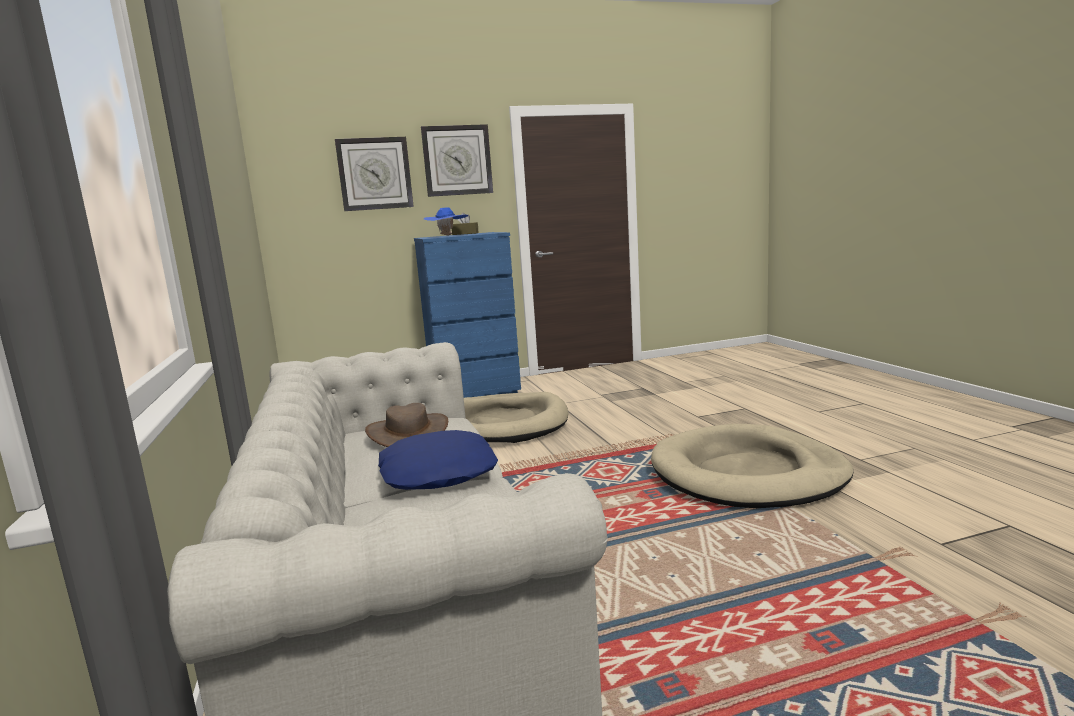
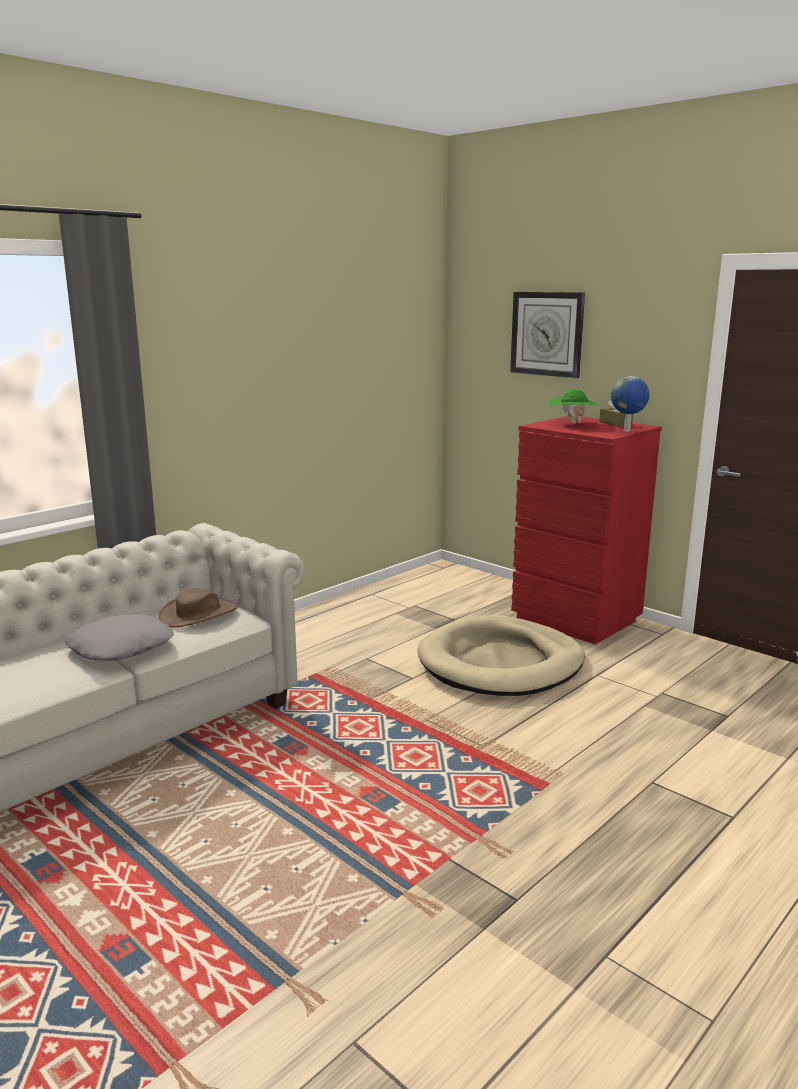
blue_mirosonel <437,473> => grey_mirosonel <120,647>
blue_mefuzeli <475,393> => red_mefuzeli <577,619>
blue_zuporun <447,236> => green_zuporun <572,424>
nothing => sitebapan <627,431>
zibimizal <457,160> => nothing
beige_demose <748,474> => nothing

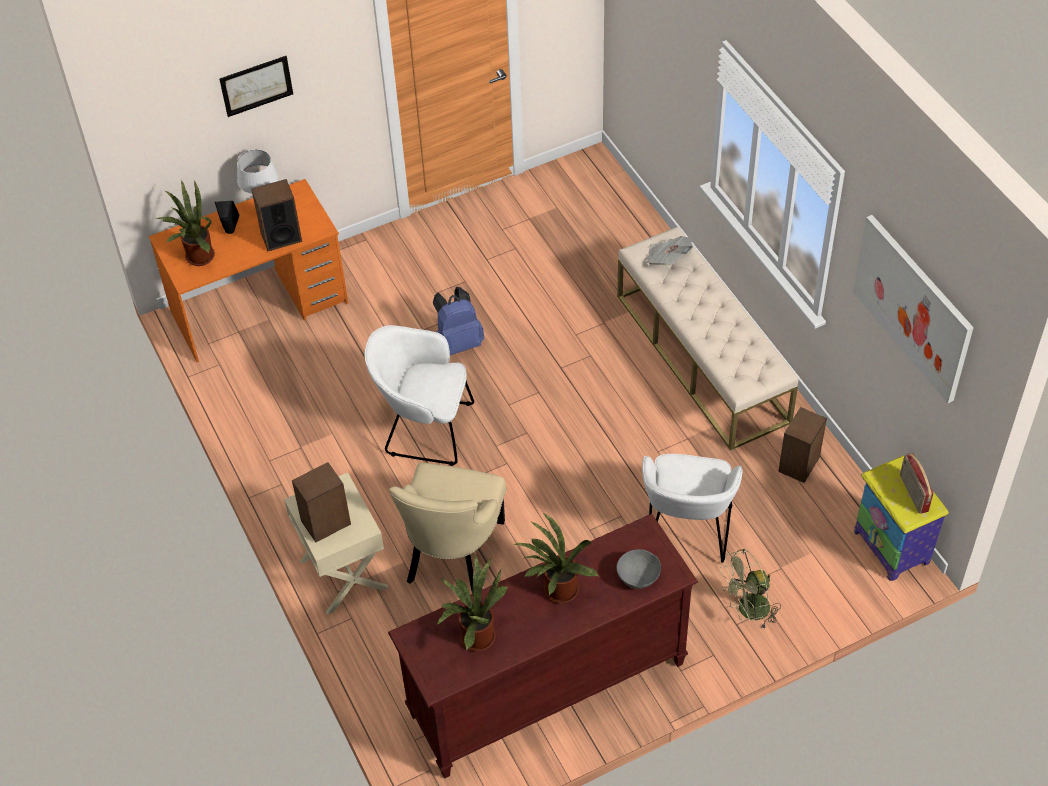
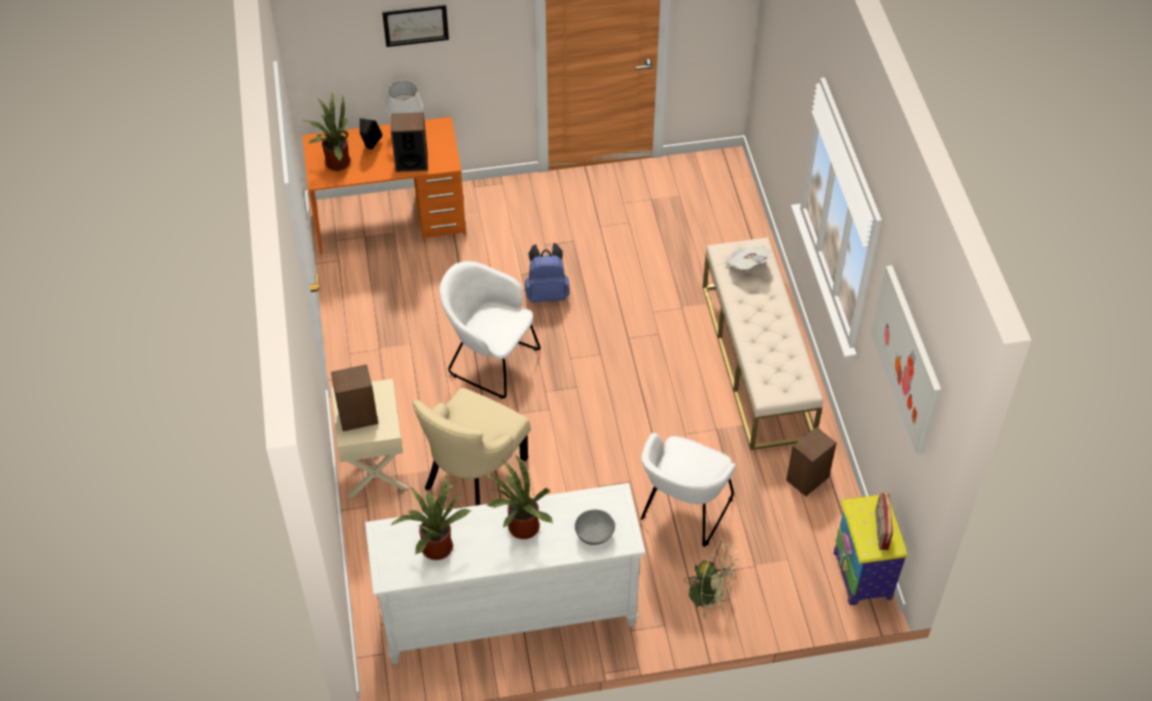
red_mefuzeli <546,688> => white_mefuzeli <508,613>
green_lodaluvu <748,611> => green_lodaluvu <710,595>, 150 degrees counterclockwise

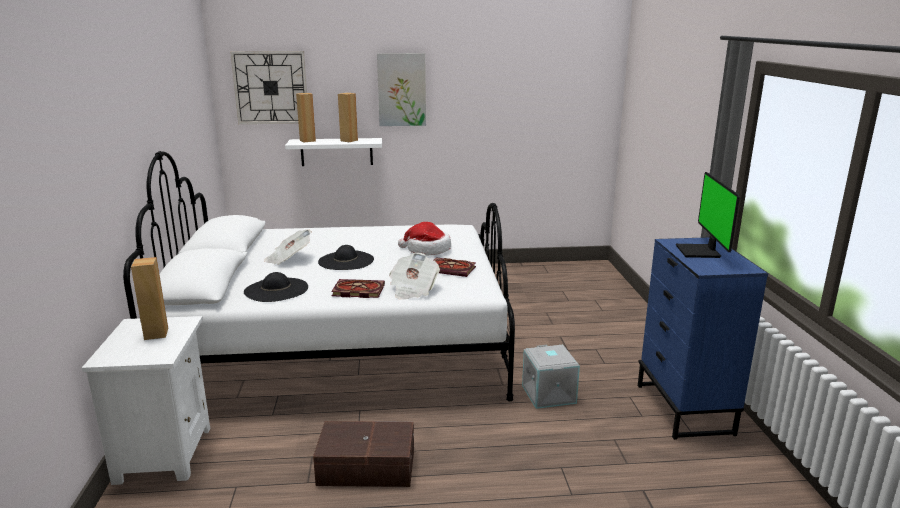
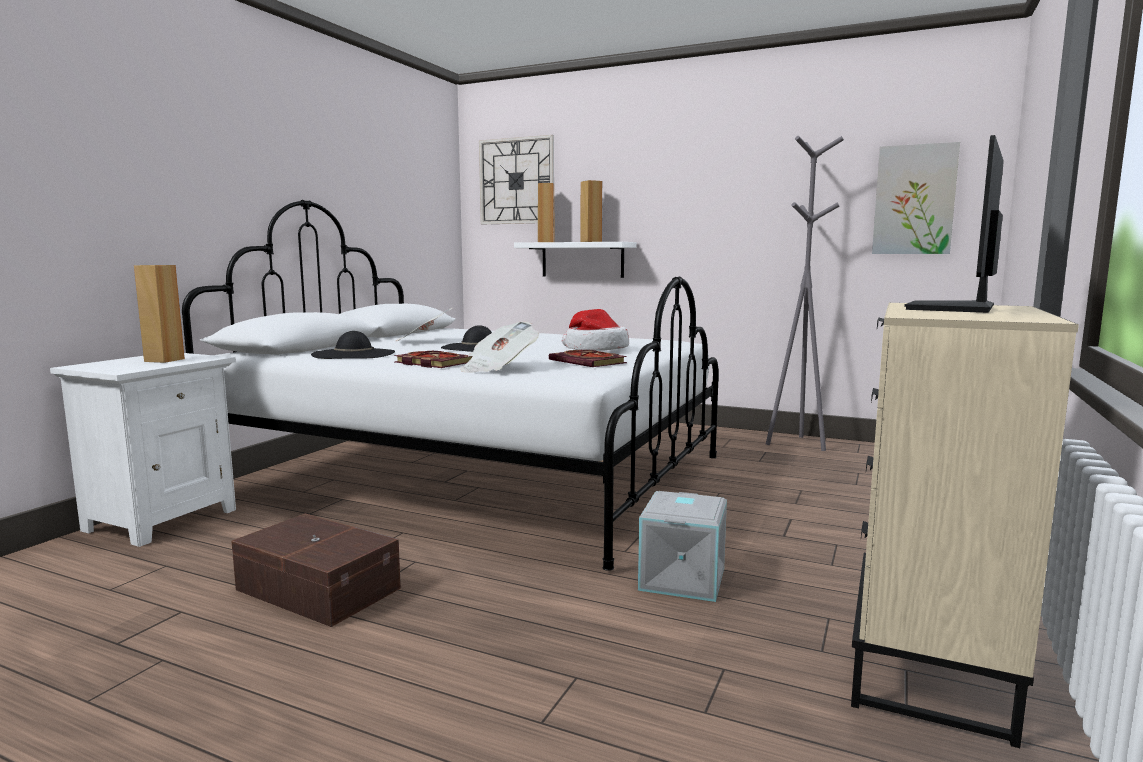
nothing => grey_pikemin <797,444>
blue_mefuzeli <684,409> => beige_mefuzeli <928,667>
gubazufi <401,89> => gubazufi <914,200>, relocated

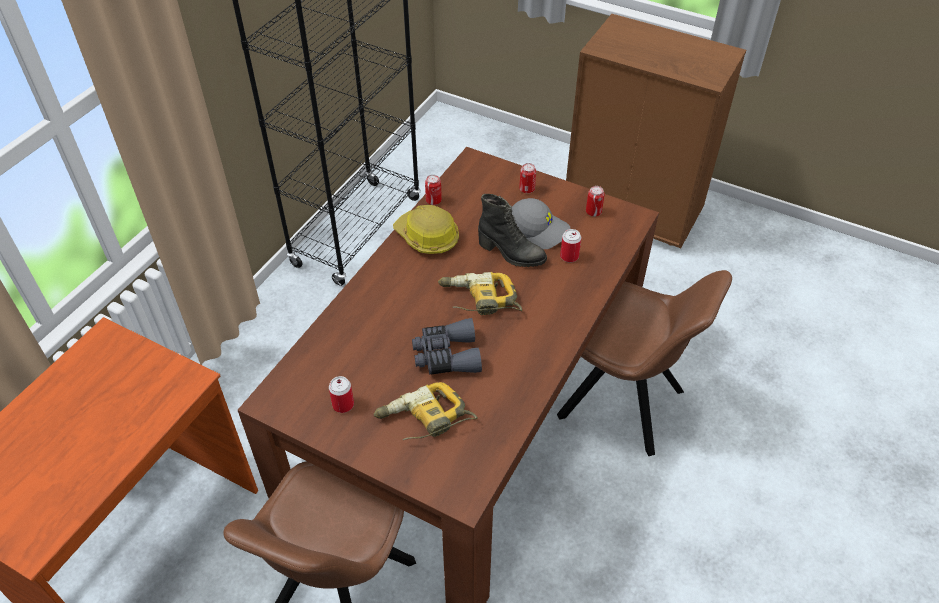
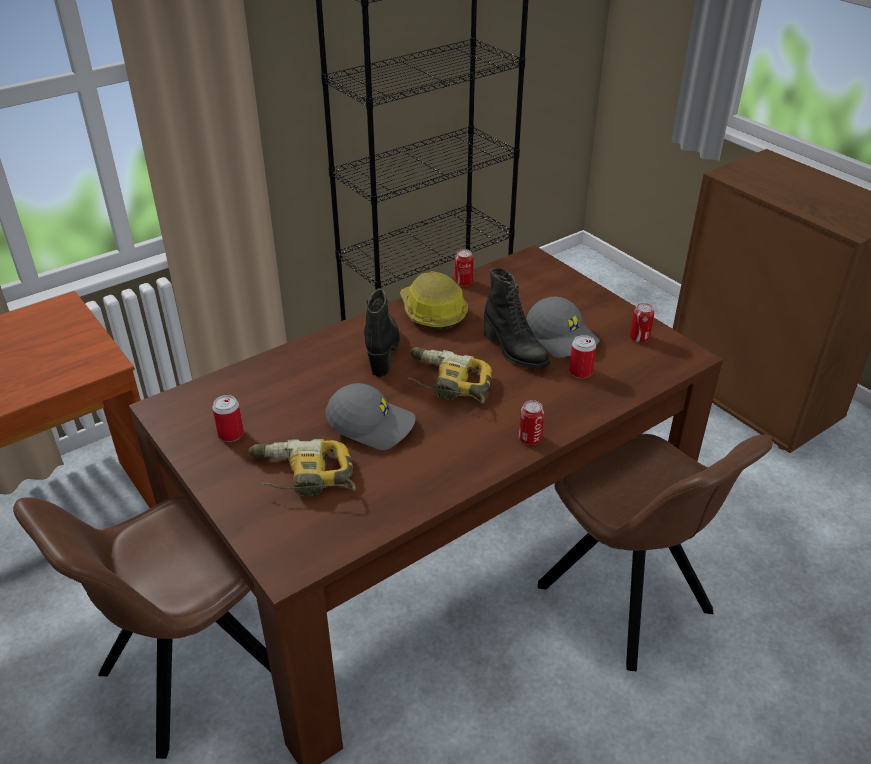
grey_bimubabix <446,355> => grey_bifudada <372,424>
nothing => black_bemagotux <383,350>
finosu <527,189> => finosu <530,438>, relocated

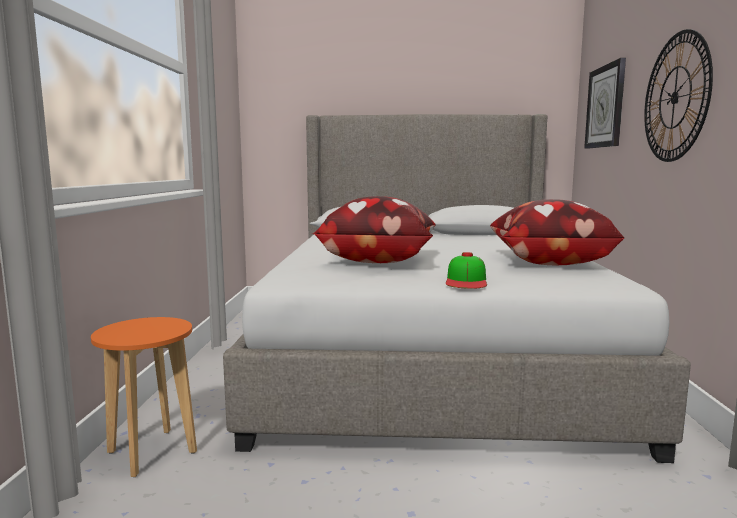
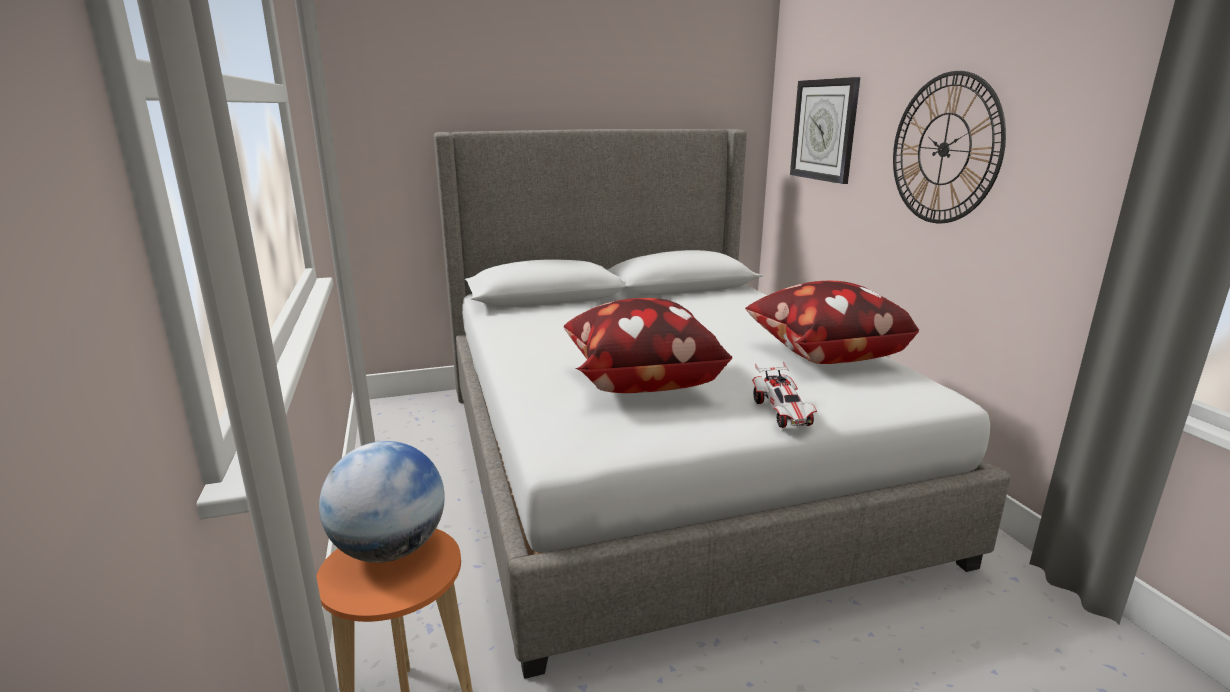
nothing => sitebapan <390,549>
bifudada <466,280> => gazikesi <782,413>

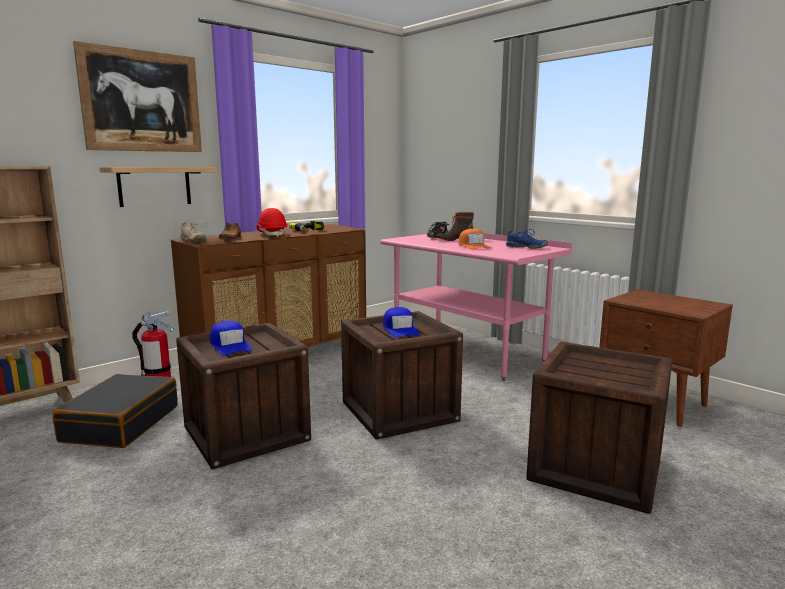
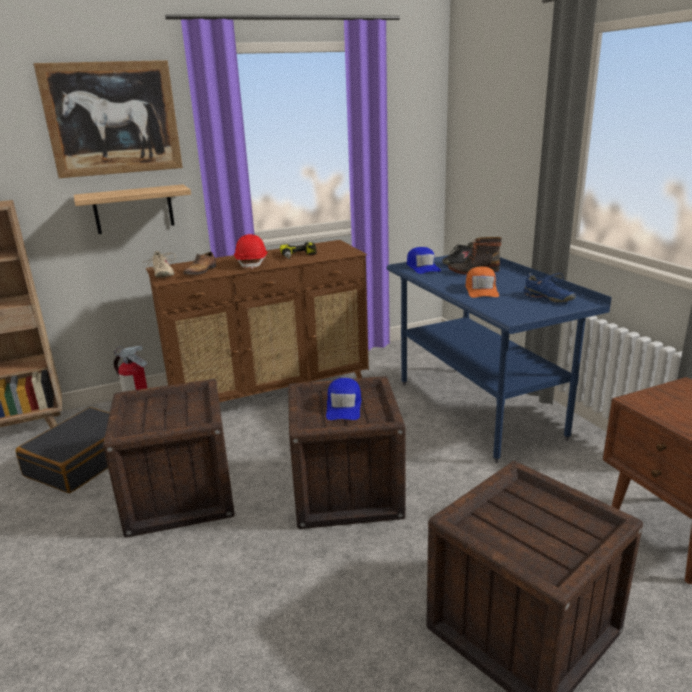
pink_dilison <467,353> => blue_dilison <478,409>
blue_bifudada <230,346> => blue_bifudada <422,267>, relocated

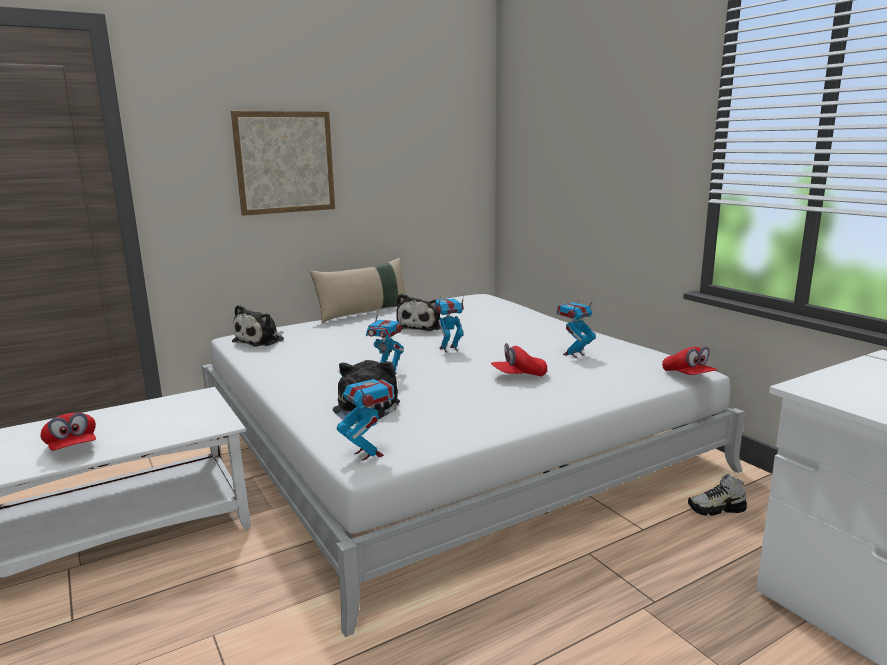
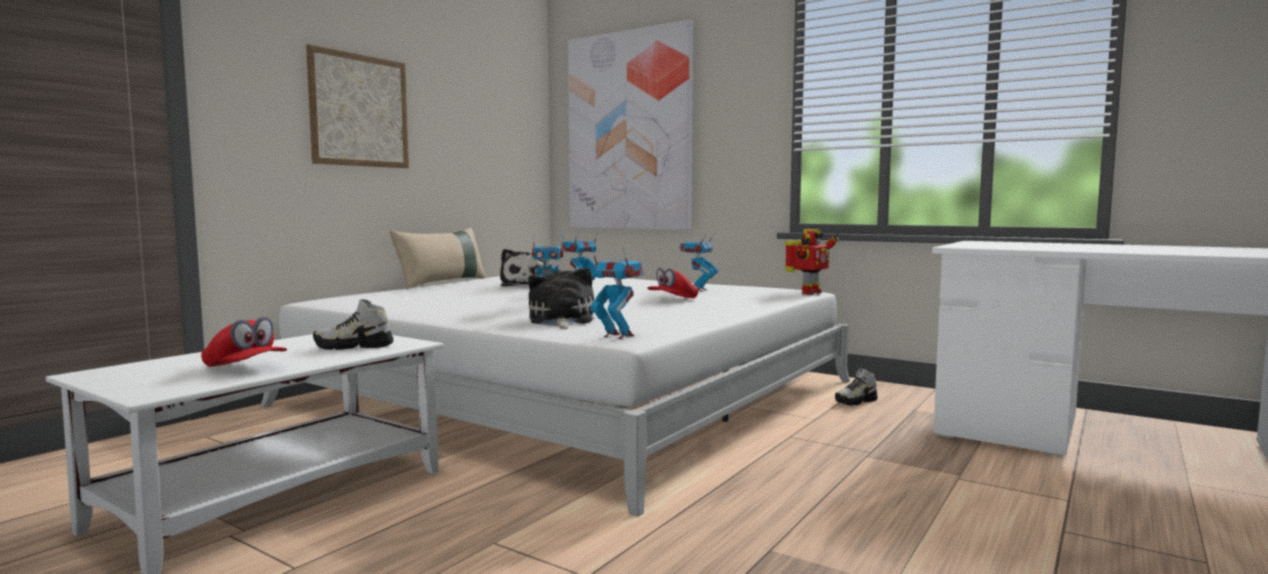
nothing => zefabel <354,346>
nothing => gubazufi <629,131>
red_bifudada <688,376> => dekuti <809,293>
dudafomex <261,340> => nothing

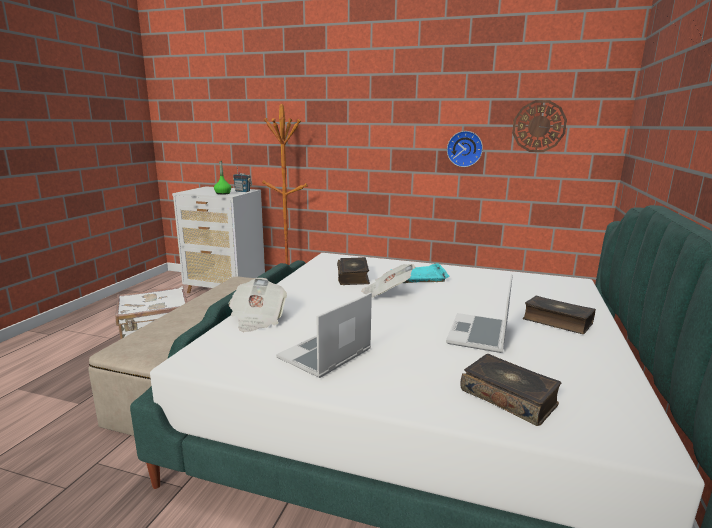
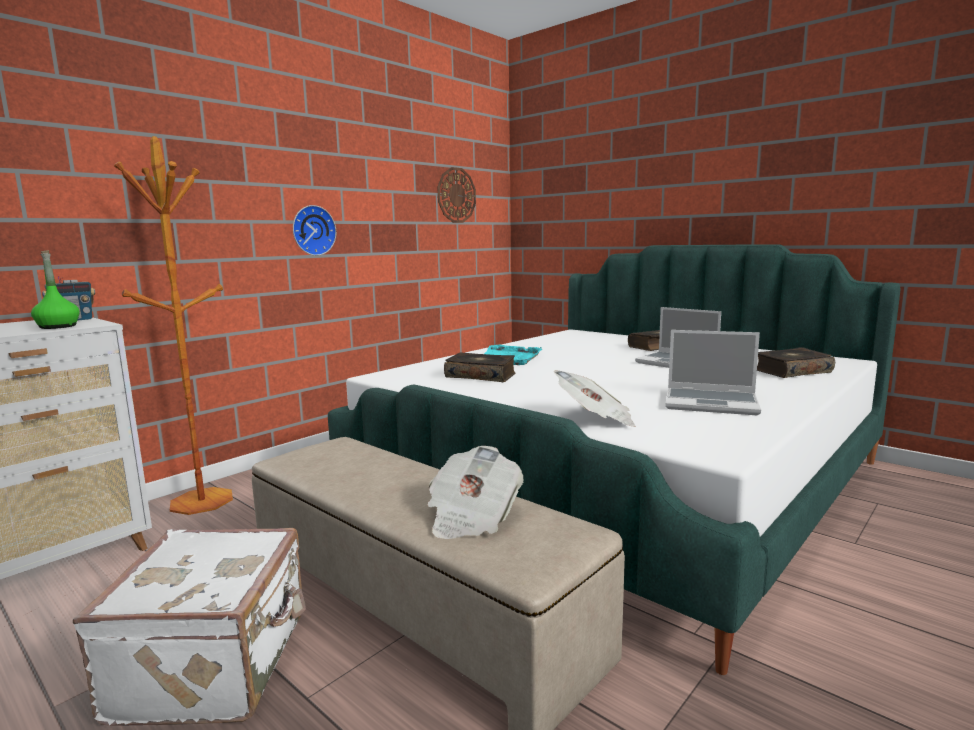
zibimizal <464,149> => zibimizal <312,230>, relocated
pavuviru <386,293> => pavuviru <472,517>, relocated
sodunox <325,355> => sodunox <712,403>, 45 degrees counterclockwise

